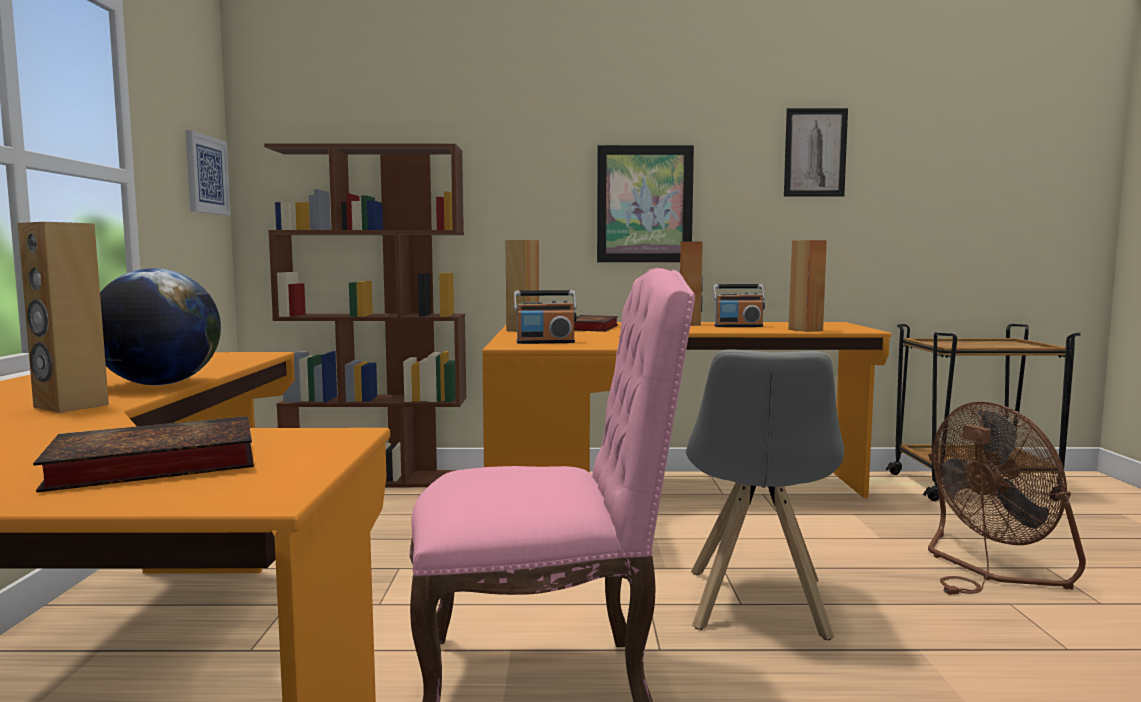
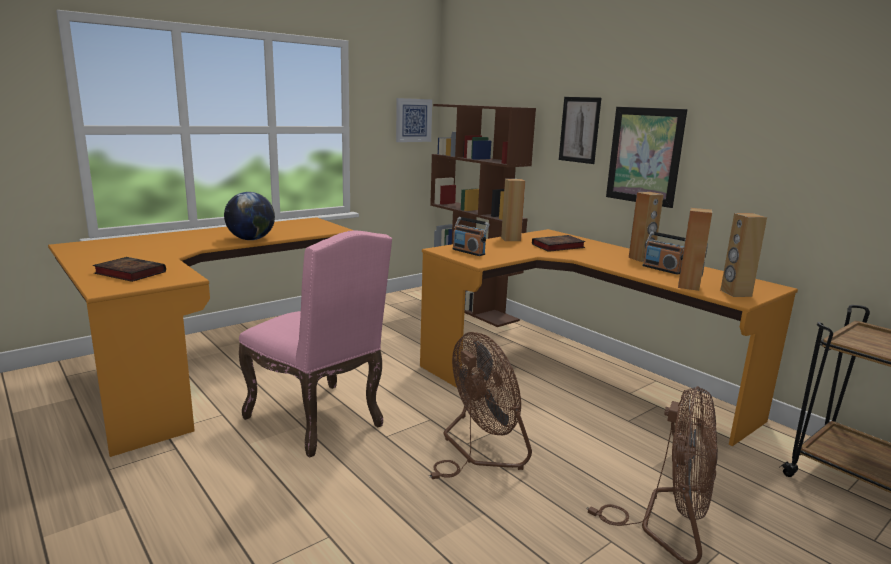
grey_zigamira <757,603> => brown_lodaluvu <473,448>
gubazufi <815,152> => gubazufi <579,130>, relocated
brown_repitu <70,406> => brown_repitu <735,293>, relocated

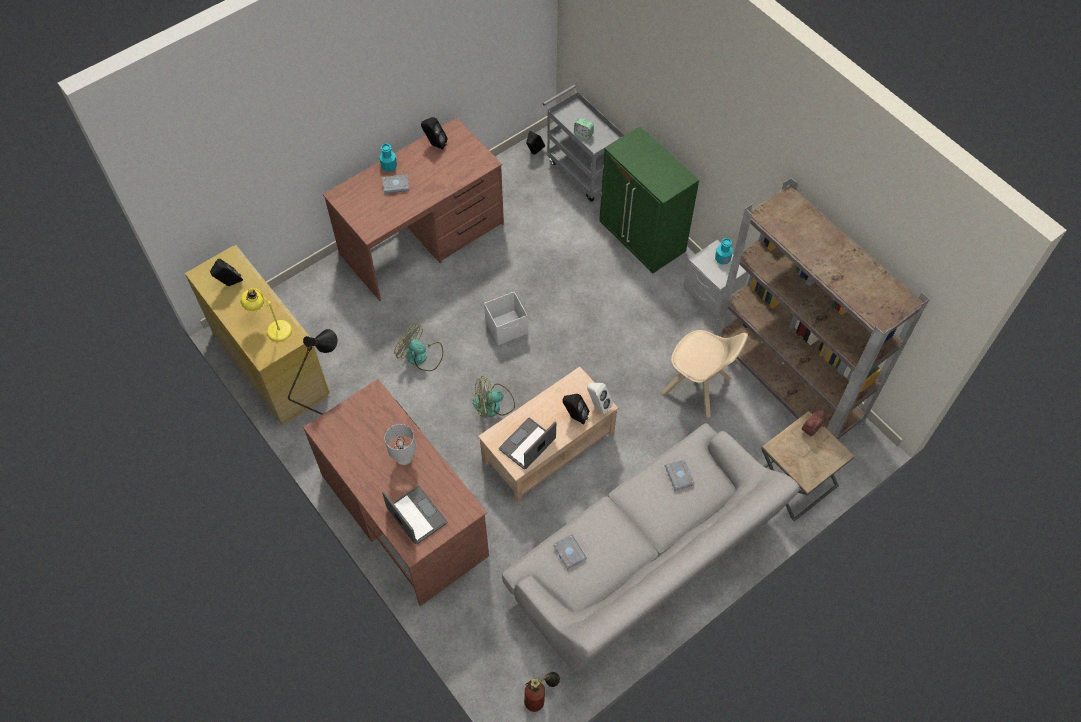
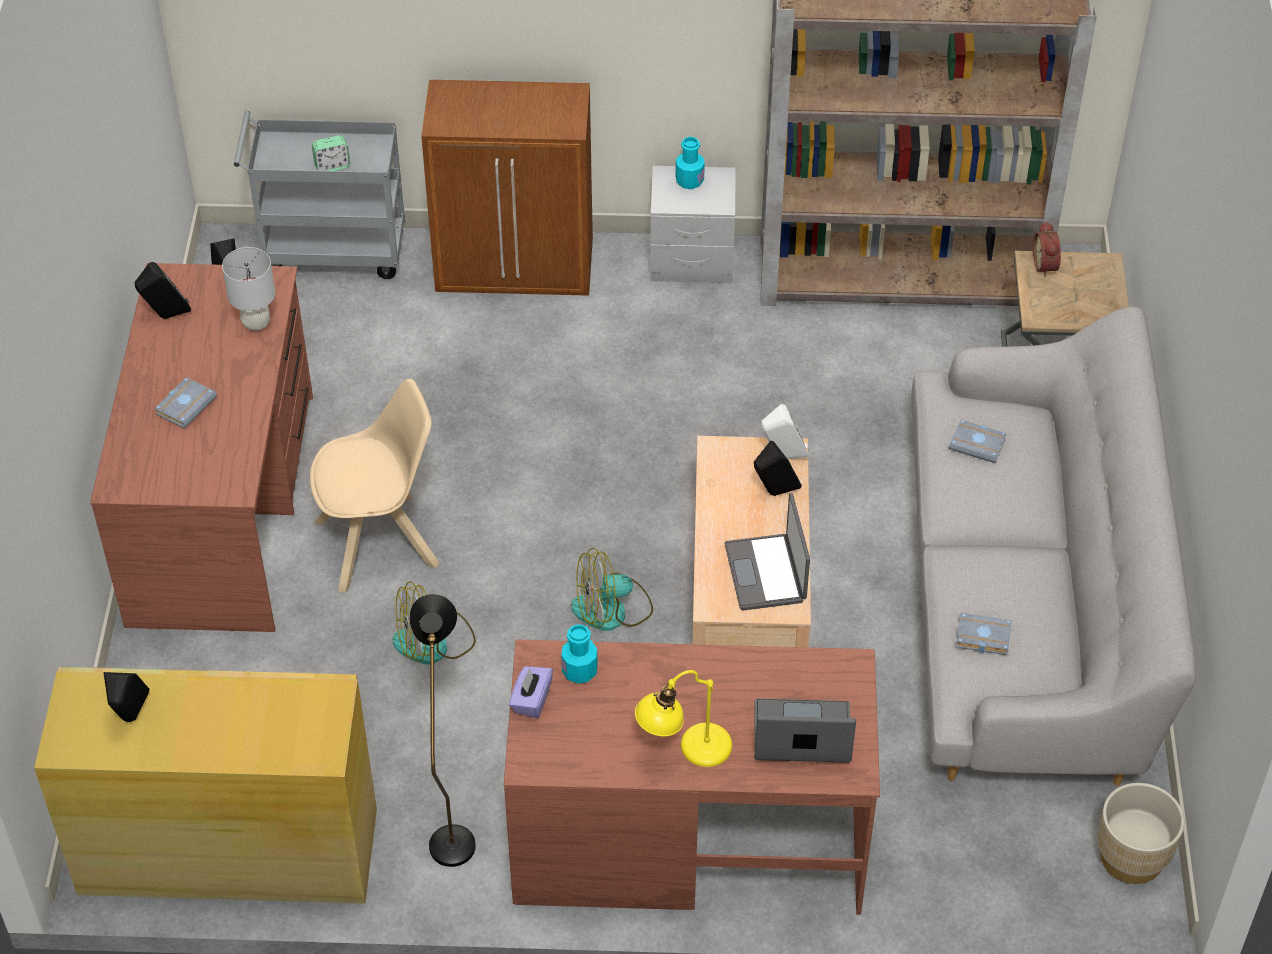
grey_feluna <404,458> => grey_feluna <255,323>, relocated
beige_zigamira <698,387> => beige_zigamira <380,542>, relocated
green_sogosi <642,236> => brown_sogosi <515,265>
nothing => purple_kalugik <531,700>
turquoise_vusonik <389,166> => turquoise_vusonik <579,671>, relocated
lodaluvu <493,405> => lodaluvu <612,610>, 45 degrees clockwise
yellow_feluna <270,326> => yellow_feluna <685,752>, relocated
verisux <540,697> => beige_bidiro <1131,857>
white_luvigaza <507,328> => nothing

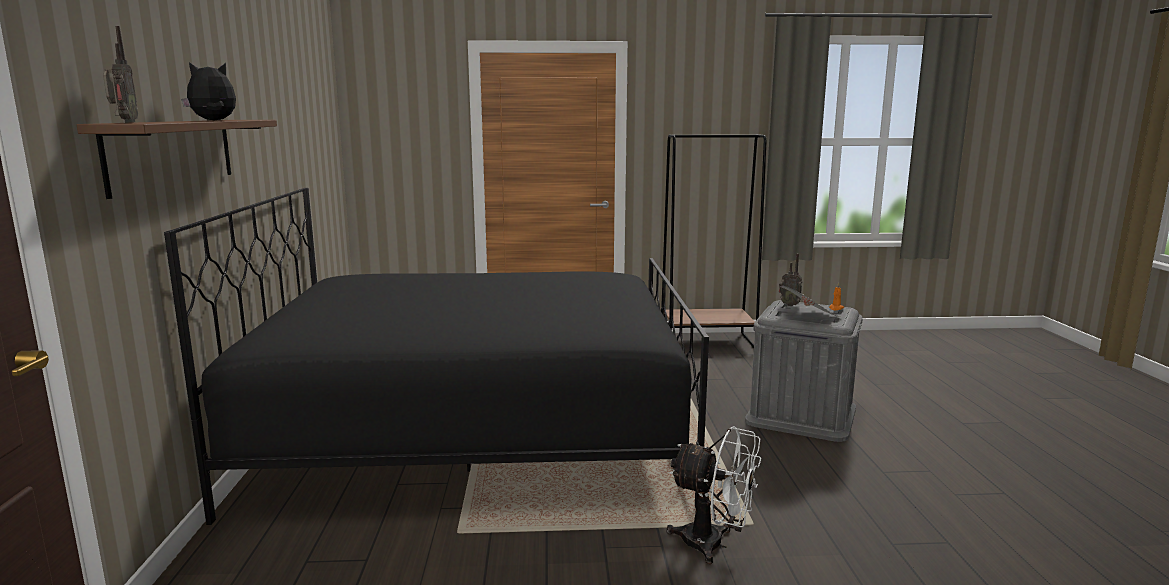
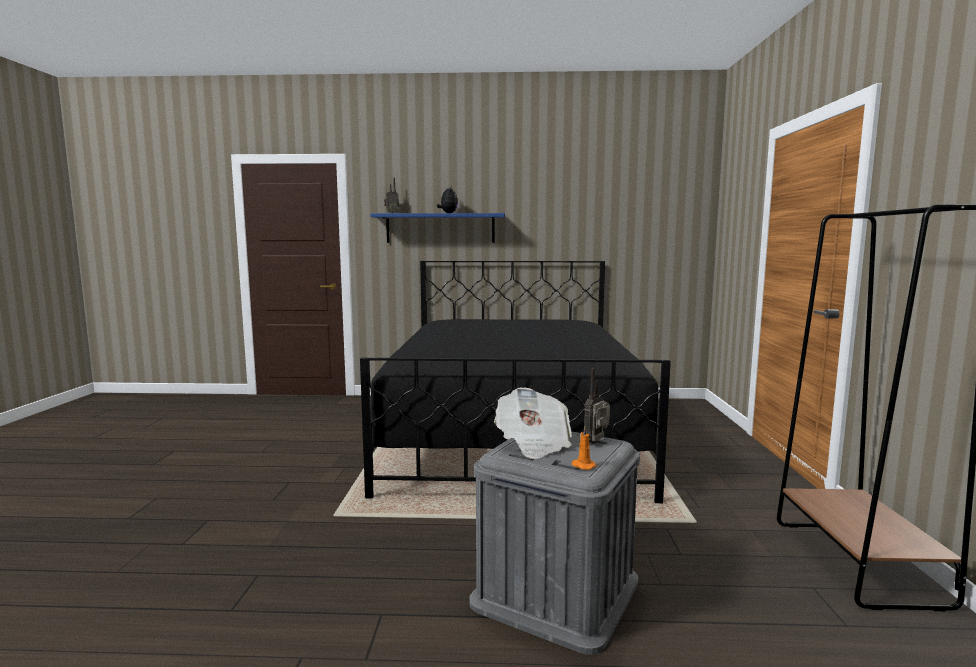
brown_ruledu <173,153> => blue_ruledu <440,228>
white_lodaluvu <713,544> => nothing

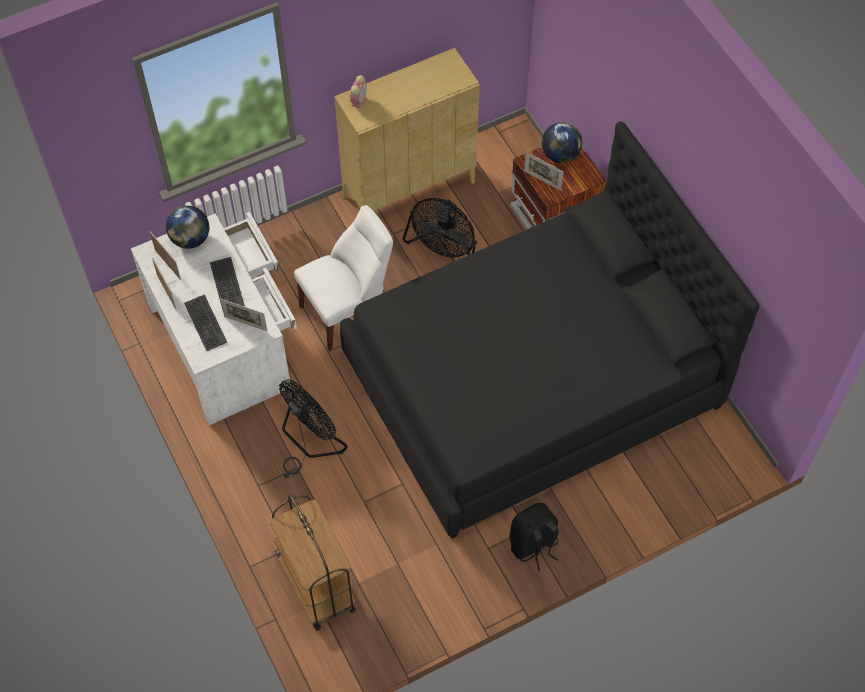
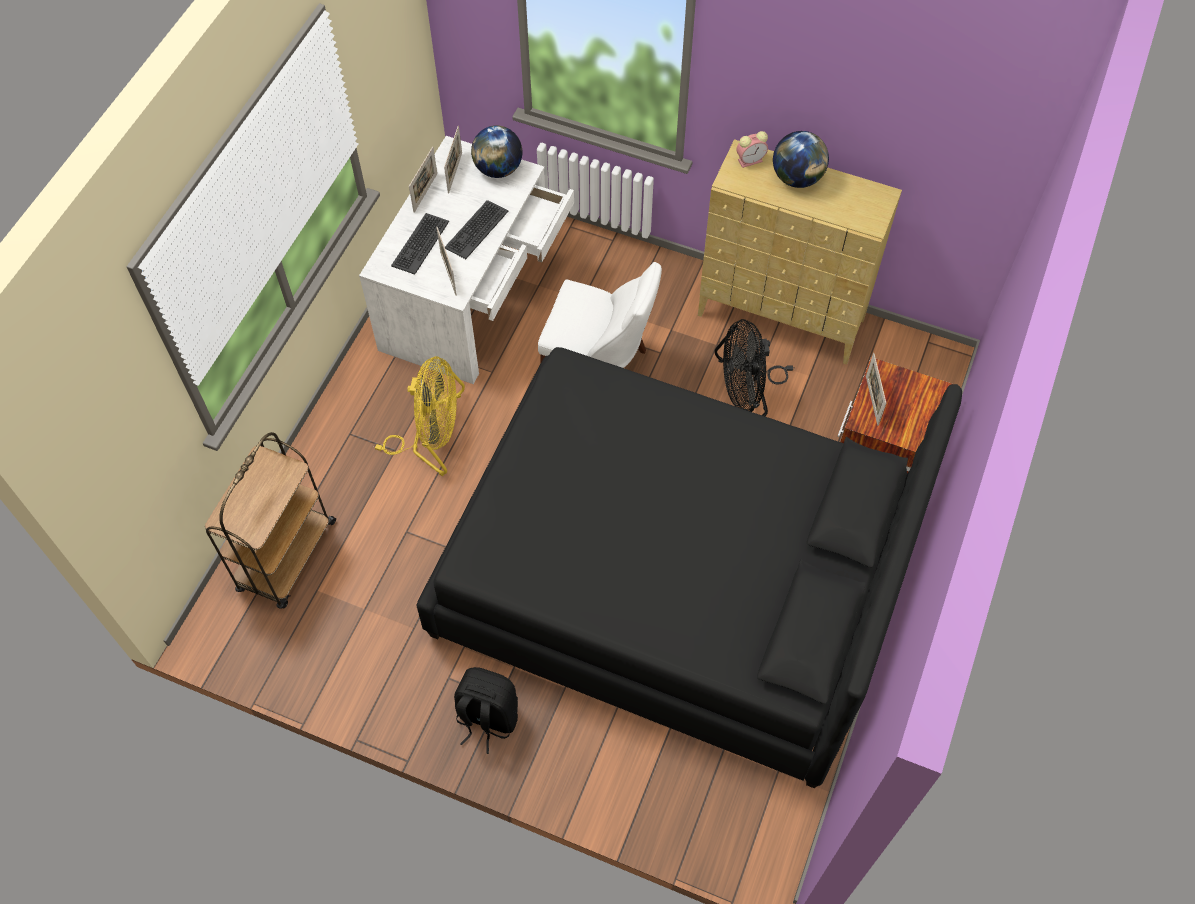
black_lodaluvu <306,439> => yellow_lodaluvu <431,435>
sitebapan <560,155> => sitebapan <797,178>, relocated

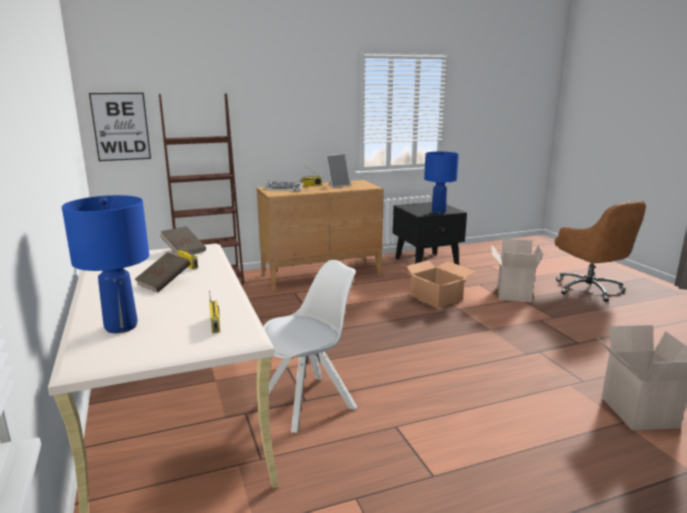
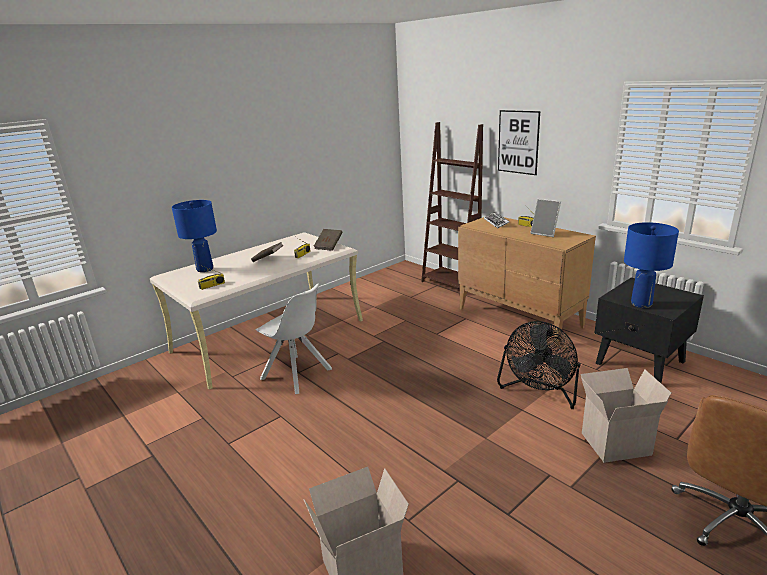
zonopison <436,297> => black_lodaluvu <537,389>
gubazufi <121,126> => gubazufi <518,142>, relocated

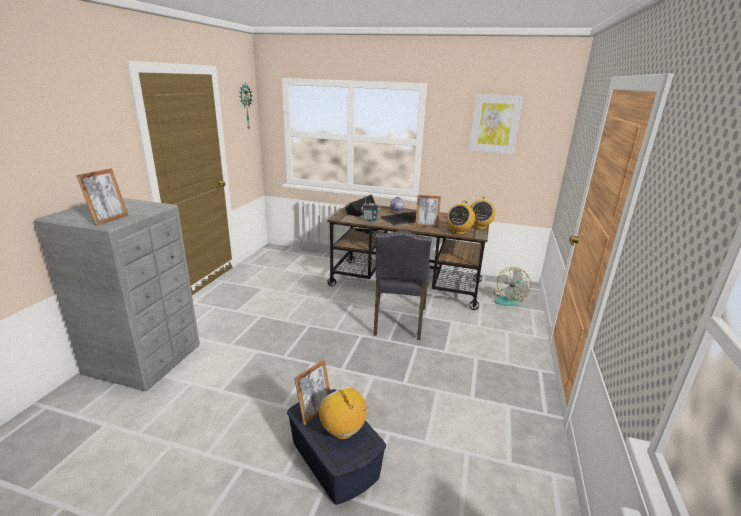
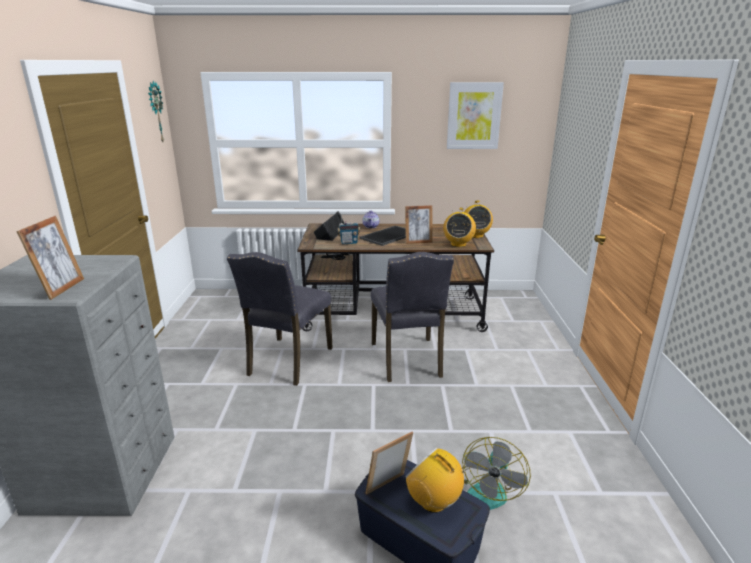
nothing => grey_zigamira <288,362>
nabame <314,411> => nabame <388,487>, 150 degrees counterclockwise
lodaluvu <509,300> => lodaluvu <487,489>, relocated

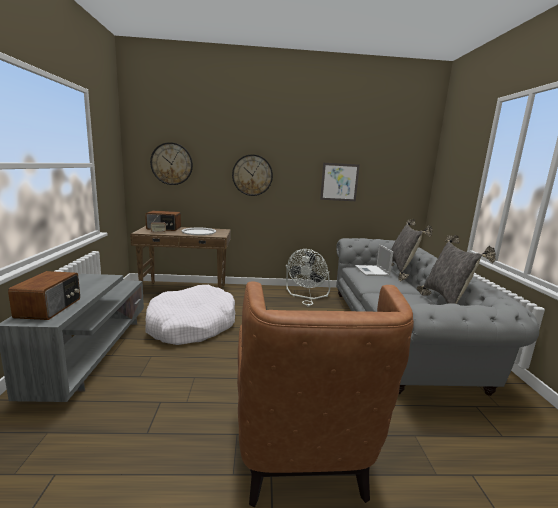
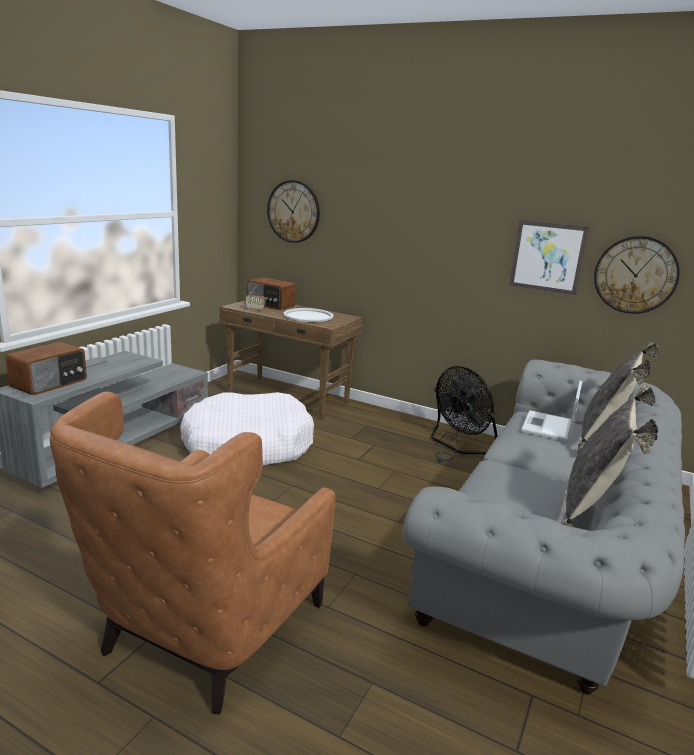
white_lodaluvu <305,295> => black_lodaluvu <454,445>
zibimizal <252,175> => zibimizal <635,275>, relocated

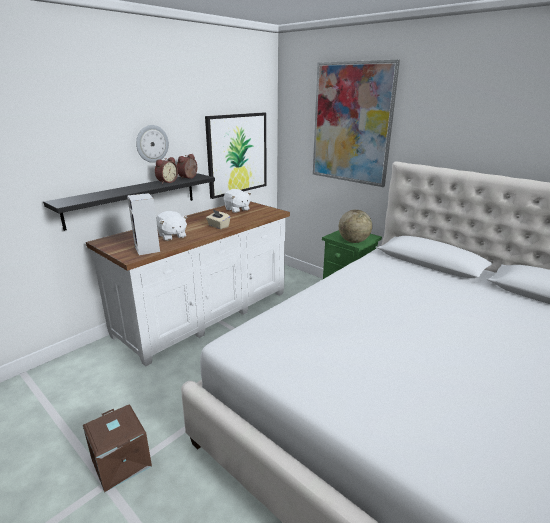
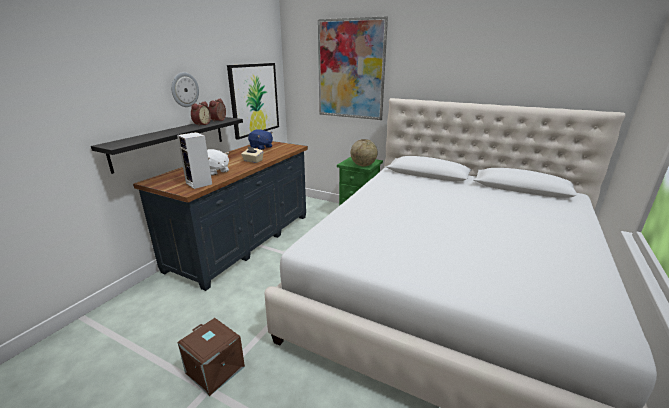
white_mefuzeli <206,313> => blue_mefuzeli <244,240>
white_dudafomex <237,209> => blue_dudafomex <261,147>

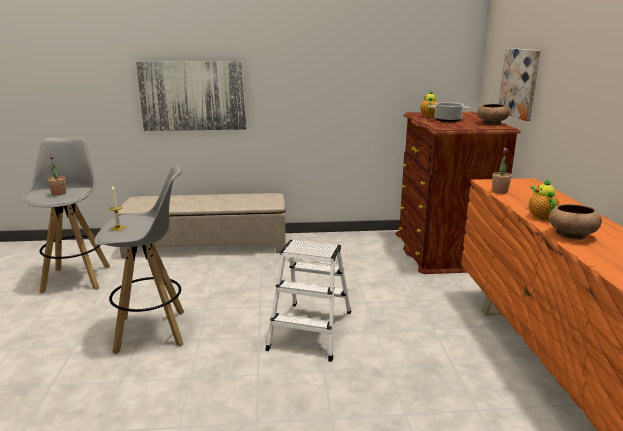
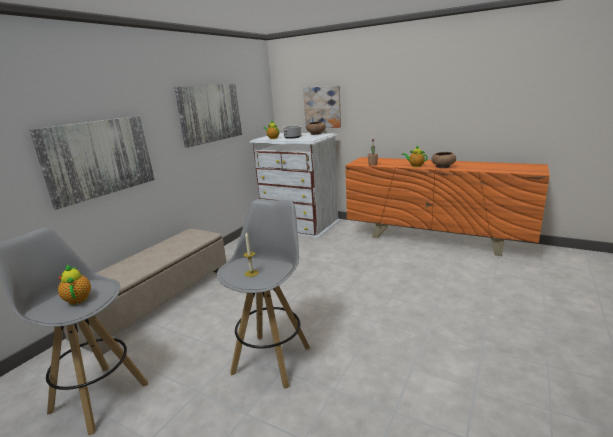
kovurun <59,193> => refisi <78,298>
nothing => gubazufi <210,113>
brown_mefuzeli <443,250> => white_mefuzeli <300,224>
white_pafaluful <311,329> => nothing

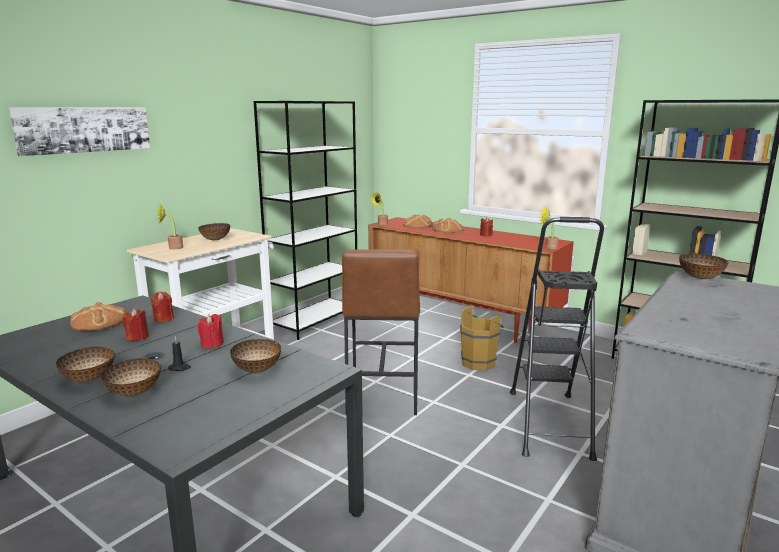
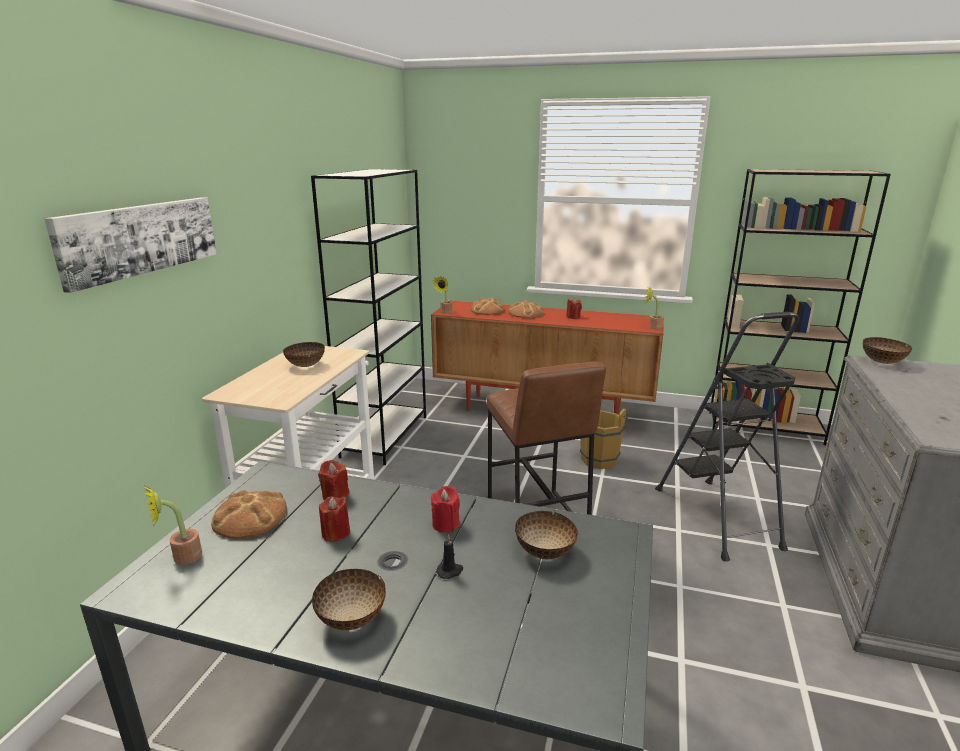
kovurun <172,248> => kovurun <181,558>, relocated
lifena <134,393> => nothing

